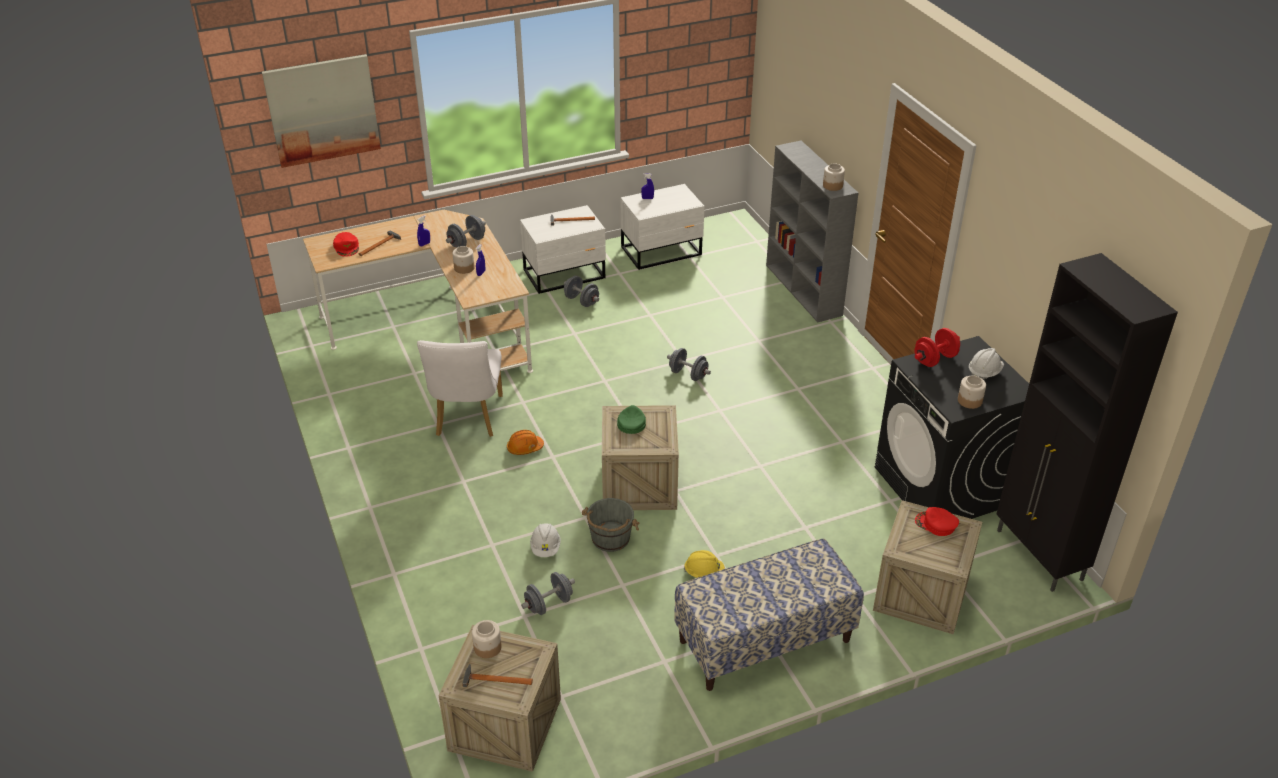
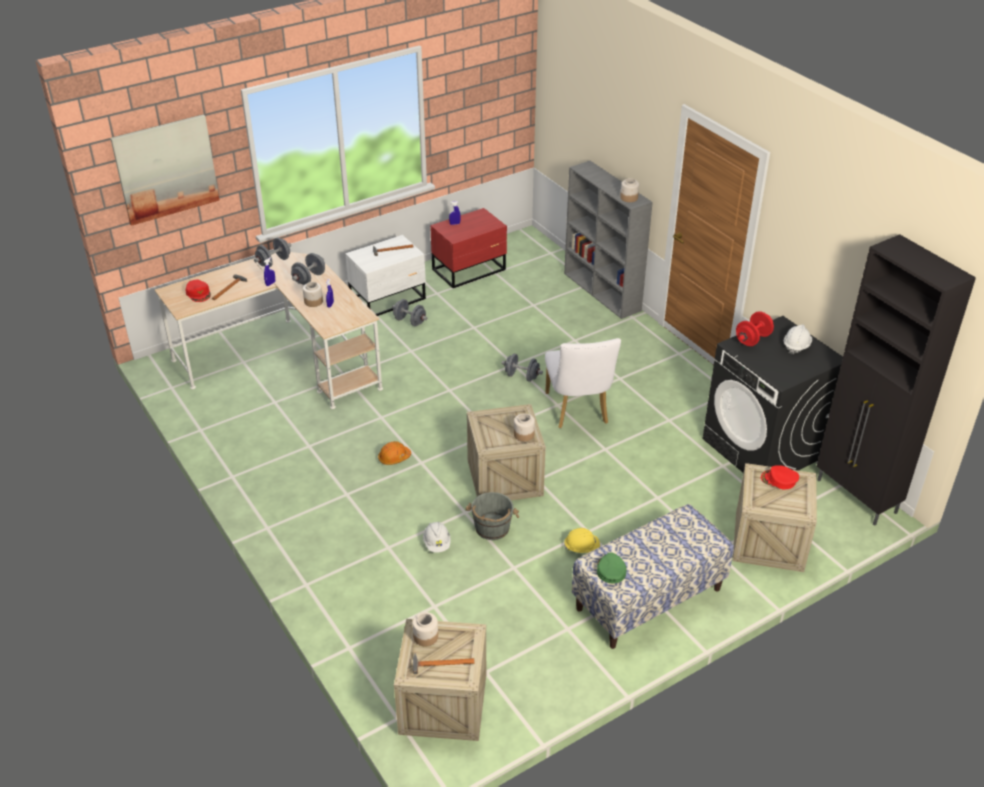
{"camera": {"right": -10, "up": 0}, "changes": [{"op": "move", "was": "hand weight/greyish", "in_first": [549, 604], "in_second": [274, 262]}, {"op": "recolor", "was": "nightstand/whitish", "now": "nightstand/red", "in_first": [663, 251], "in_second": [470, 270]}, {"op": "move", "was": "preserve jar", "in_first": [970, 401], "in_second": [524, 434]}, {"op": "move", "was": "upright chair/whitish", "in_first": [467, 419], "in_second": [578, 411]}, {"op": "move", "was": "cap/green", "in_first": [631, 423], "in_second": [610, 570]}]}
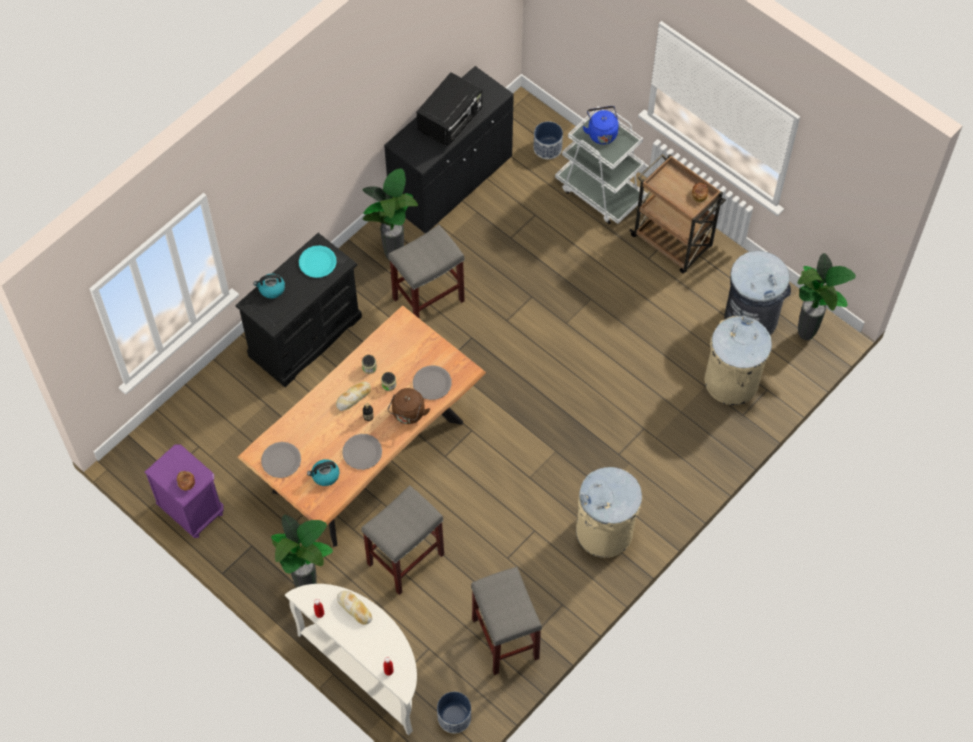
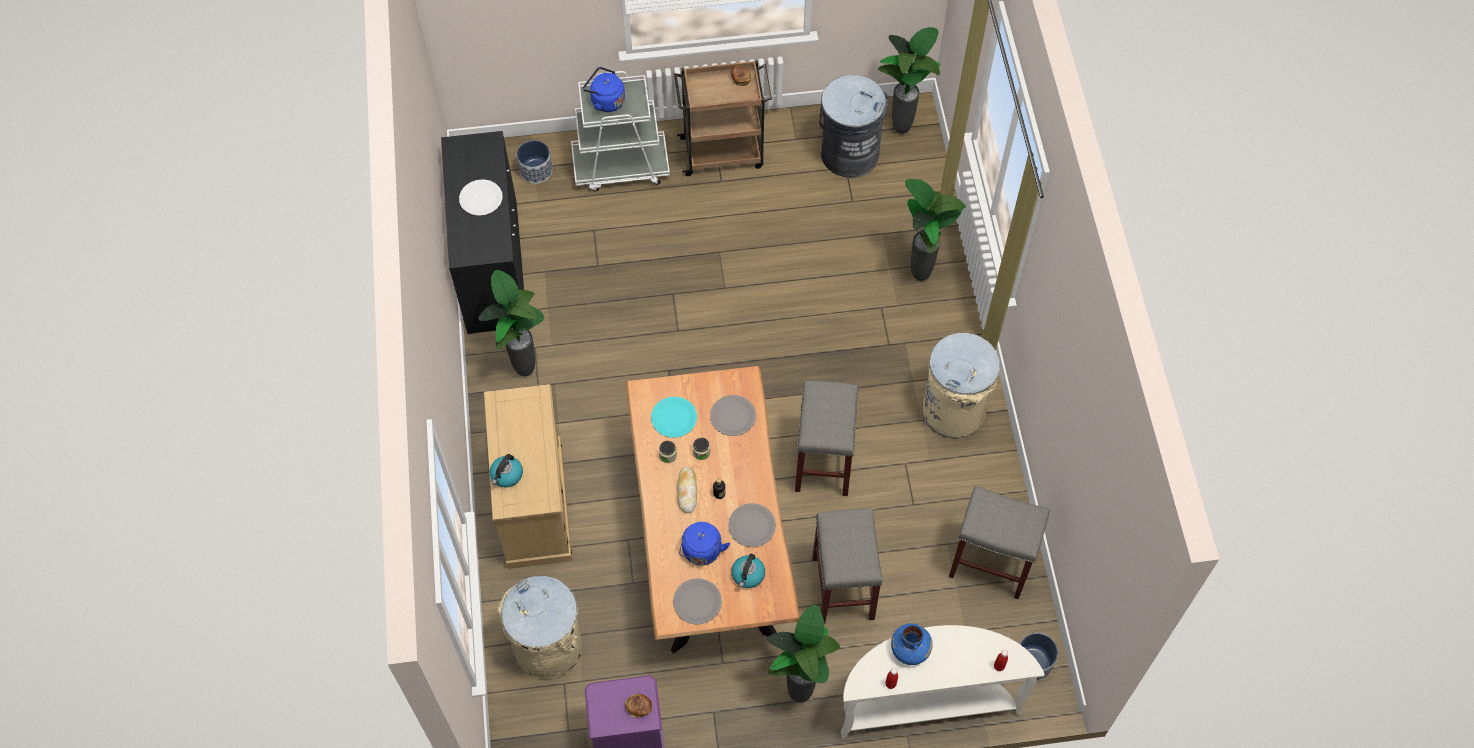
{"camera": {"right": -50, "up": 0}, "changes": [{"op": "replace", "was": "kitchen microwave/black-coloured", "now": "plate/whitish", "in_first": [451, 121], "in_second": [480, 198]}, {"op": "recolor", "was": "drawer chest/black-coloured", "now": "drawer chest/sand-coloured", "in_first": [305, 336], "in_second": [535, 504]}, {"op": "move", "was": "trash can/sand-coloured", "in_first": [731, 381], "in_second": [547, 647]}, {"op": "move", "was": "plate/turquoise-coloured", "in_first": [317, 262], "in_second": [674, 418]}, {"op": "insert", "now": "tea kettle/blue-coloured", "in_second": [702, 552]}, {"op": "move", "was": "sitting stool/greyish", "in_first": [428, 300], "in_second": [824, 463]}, {"op": "replace", "was": "bread", "now": "flower vase/blue-coloured", "in_first": [354, 608], "in_second": [910, 649]}, {"op": "insert", "now": "potted plant", "in_second": [919, 274]}, {"op": "delete", "was": "tea kettle/brown", "in_first": [408, 414]}]}
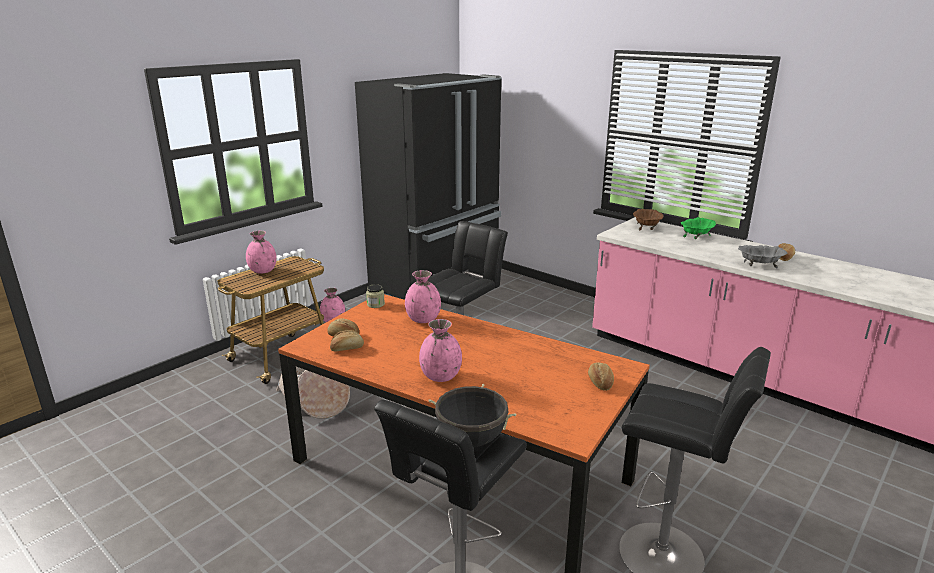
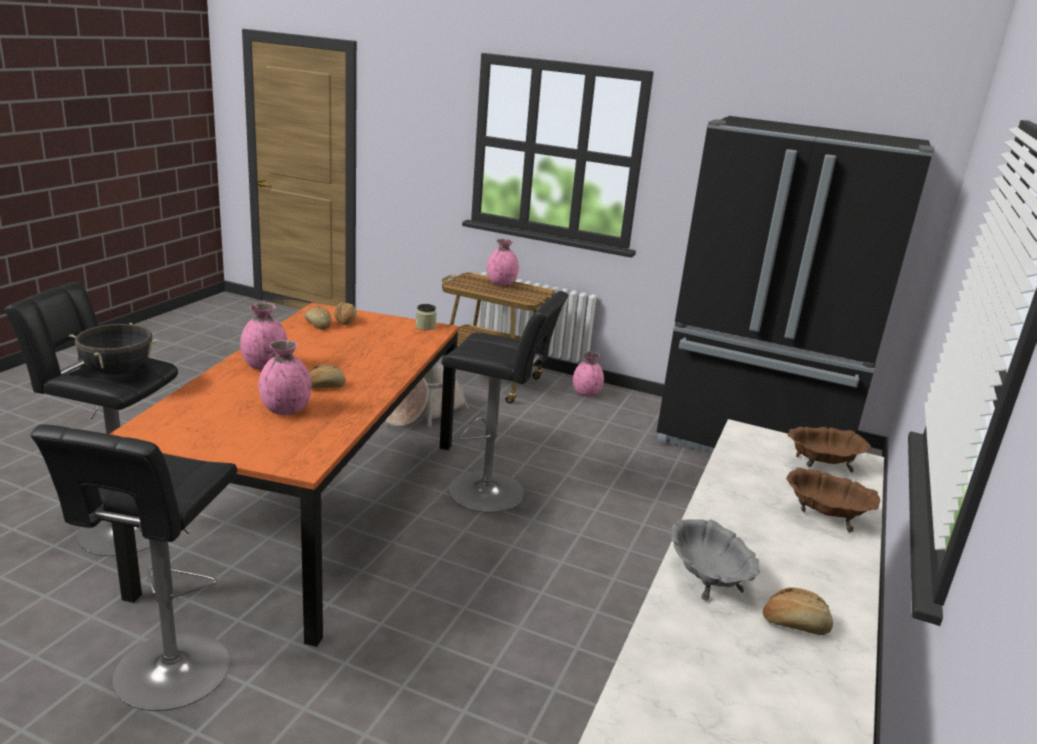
{"camera": {"right": 70, "up": 0}, "changes": [{"op": "move", "was": "flower vase/pinkish", "in_first": [423, 319], "in_second": [286, 410]}, {"op": "move", "was": "bread", "in_first": [600, 383], "in_second": [324, 386]}, {"op": "recolor", "was": "bowl/green", "now": "bowl/brown", "in_first": [696, 237], "in_second": [825, 516]}]}
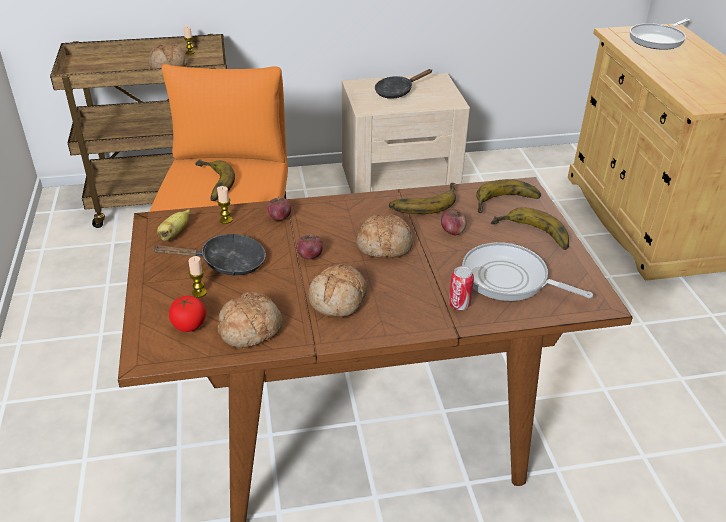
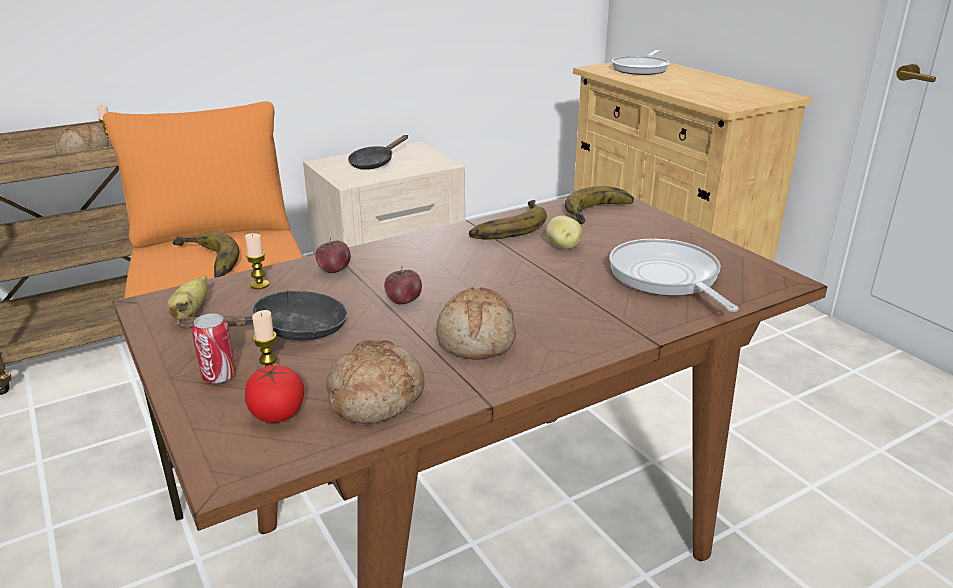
{"camera": {"right": -20, "up": -10}, "changes": [{"op": "move", "was": "metal can", "in_first": [459, 304], "in_second": [219, 376]}, {"op": "replace", "was": "whole apple", "now": "whole potato", "in_first": [452, 231], "in_second": [563, 246]}, {"op": "rotate", "was": "pan", "in_first": [509, 279], "in_second": [666, 278], "clockwise": 60}, {"op": "delete", "was": "bread", "in_first": [385, 245]}, {"op": "delete", "was": "whole banana", "in_first": [531, 236]}]}
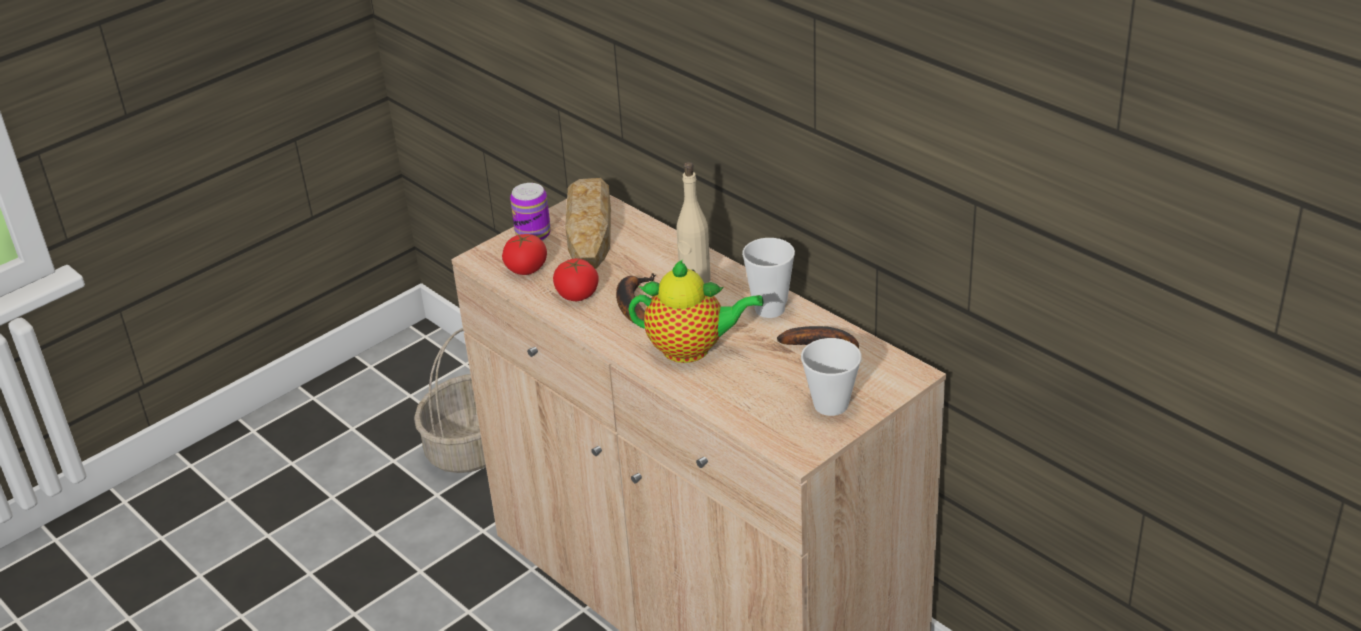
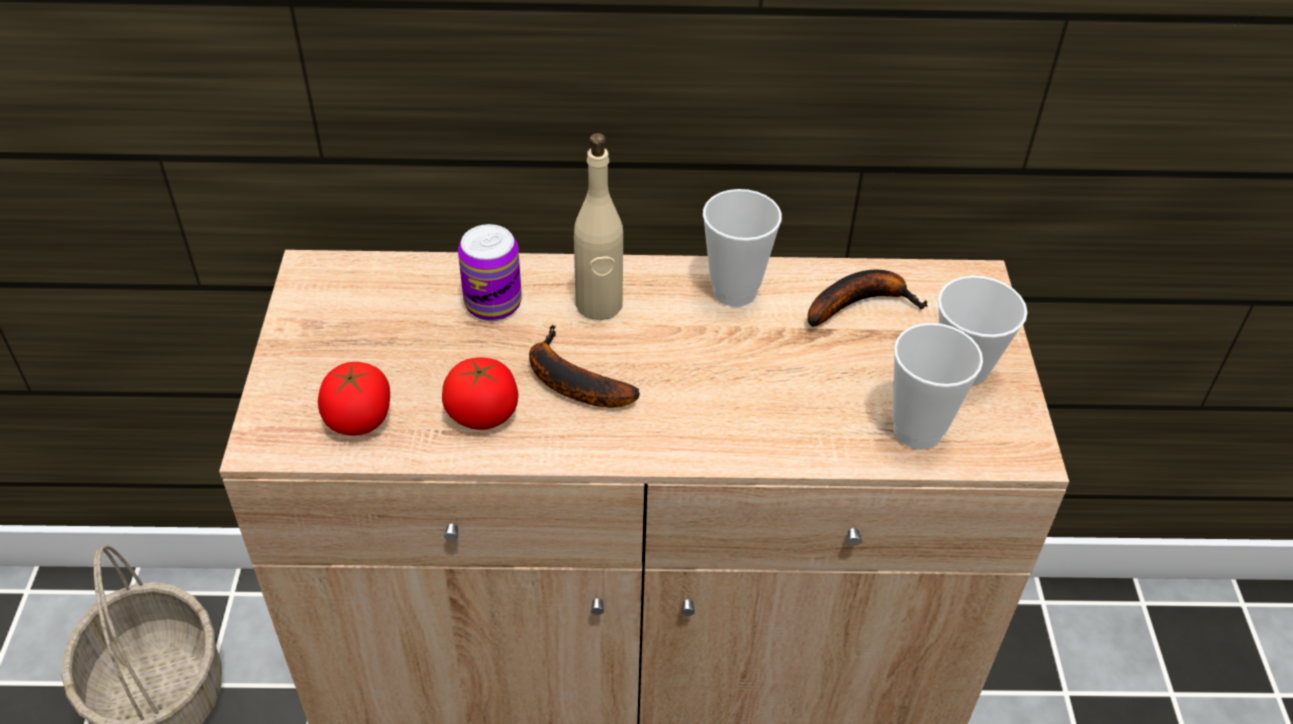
{"camera": {"right": -50, "up": 10}, "changes": [{"op": "move", "was": "metal can", "in_first": [533, 234], "in_second": [493, 303]}, {"op": "insert", "now": "cup", "in_second": [917, 431]}, {"op": "delete", "was": "bread", "in_first": [589, 230]}, {"op": "delete", "was": "teapot", "in_first": [691, 349]}]}
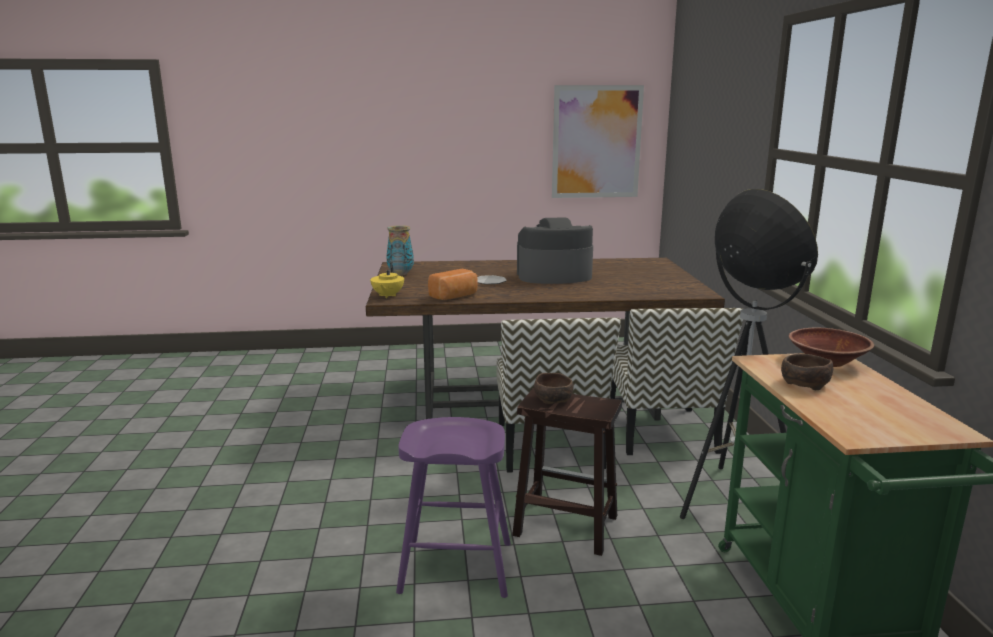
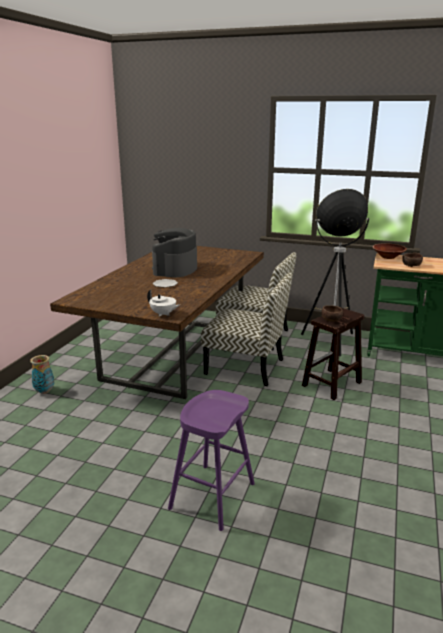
{"camera": {"right": -65, "up": 5}, "changes": [{"op": "move", "was": "flower vase", "in_first": [400, 274], "in_second": [45, 391]}, {"op": "recolor", "was": "teapot/yellow", "now": "teapot/whitish", "in_first": [387, 296], "in_second": [163, 314]}, {"op": "move", "was": "sitting stool/purple-coloured", "in_first": [455, 567], "in_second": [212, 496]}, {"op": "delete", "was": "bread", "in_first": [455, 296]}, {"op": "delete", "was": "wall picture", "in_first": [596, 142]}]}
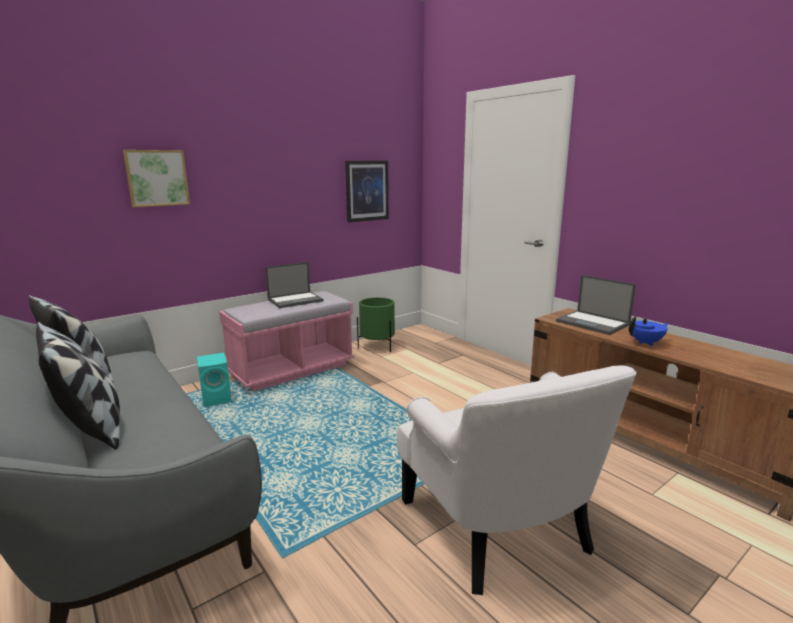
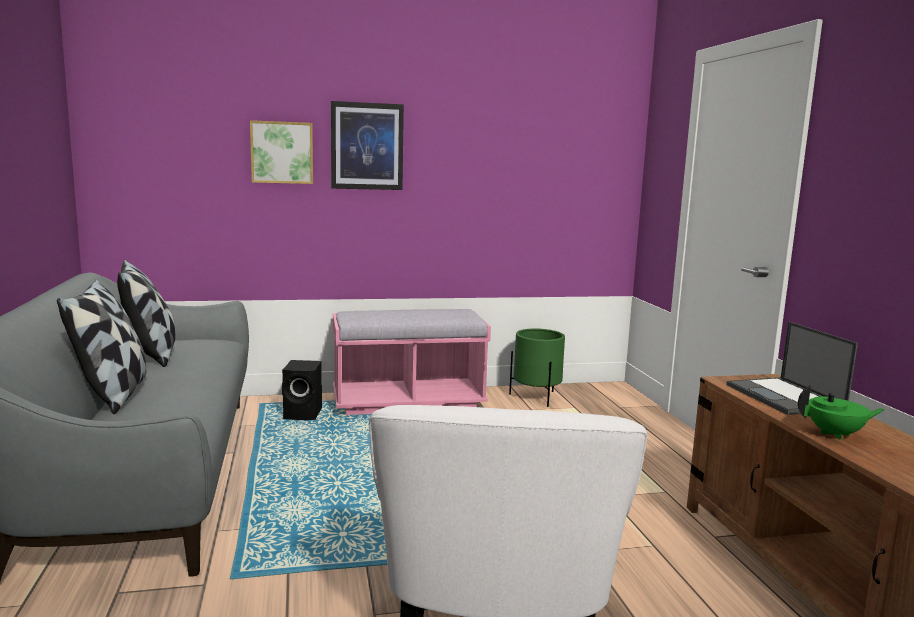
{"camera": {"right": 25, "up": -5}, "changes": [{"op": "recolor", "was": "speaker/turquoise-coloured", "now": "speaker/black-coloured", "in_first": [218, 398], "in_second": [304, 414]}, {"op": "move", "was": "wall picture", "in_first": [367, 191], "in_second": [367, 146]}, {"op": "recolor", "was": "teapot/blue-coloured", "now": "teapot/green", "in_first": [646, 342], "in_second": [835, 434]}, {"op": "delete", "was": "laptop", "in_first": [296, 300]}]}
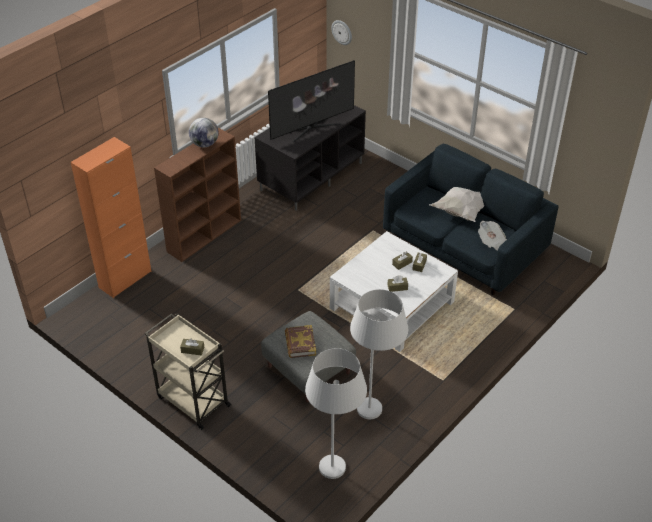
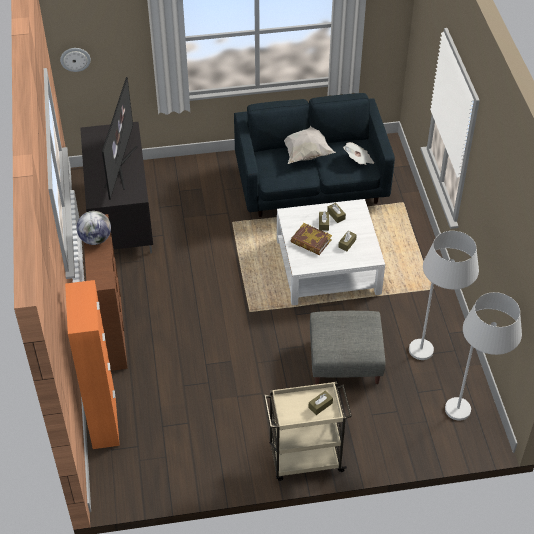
{"camera": {"right": -50, "up": 5}, "changes": [{"op": "move", "was": "volume", "in_first": [300, 344], "in_second": [311, 242]}]}
